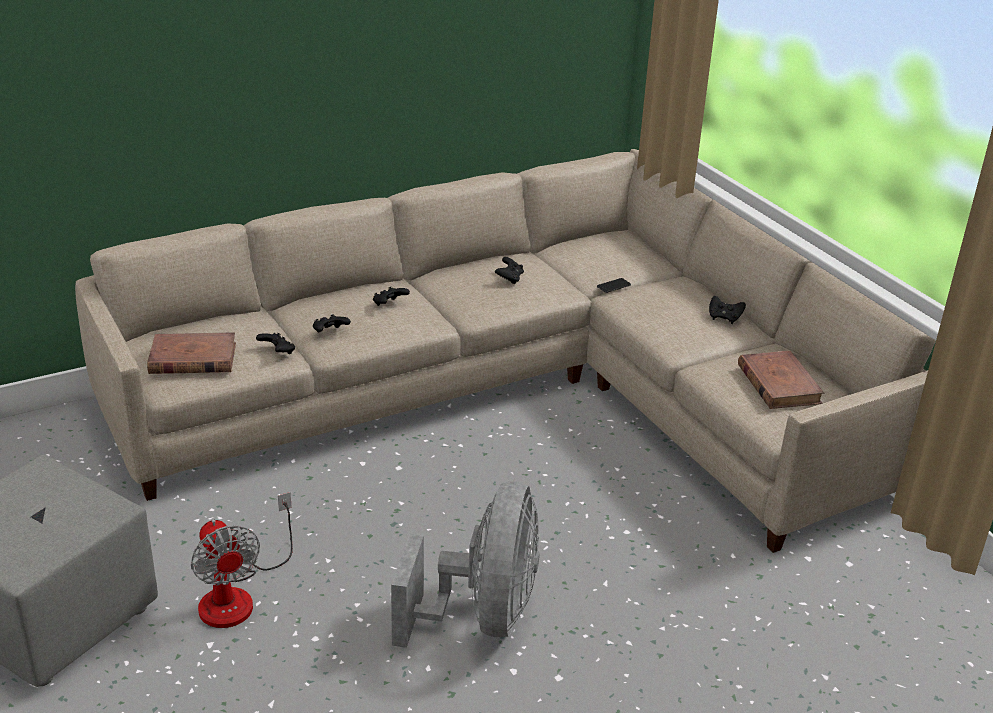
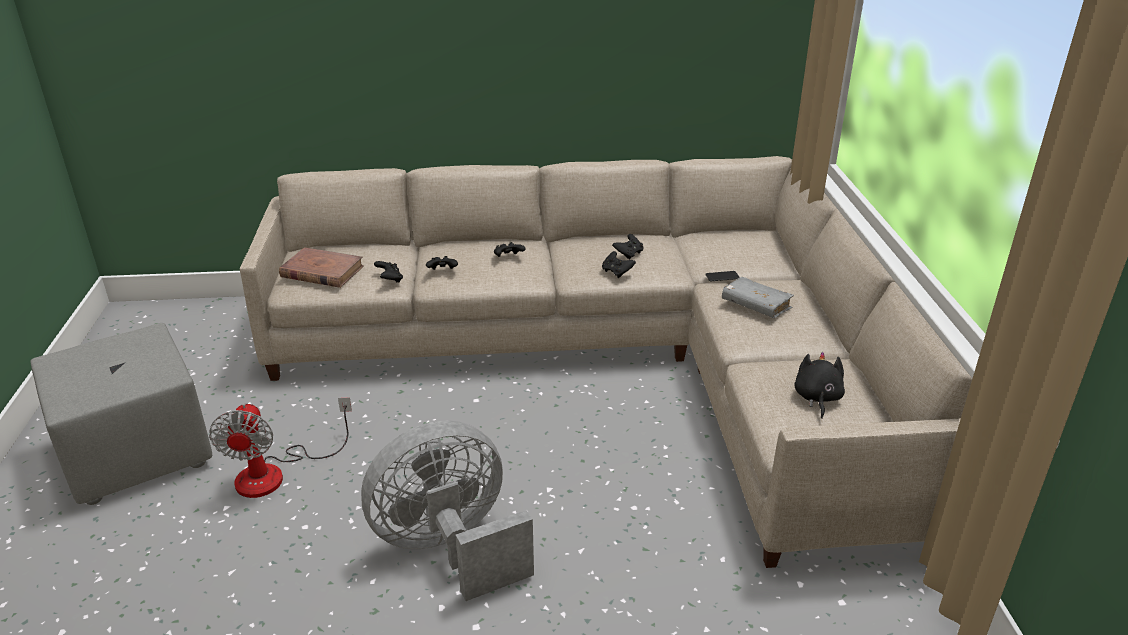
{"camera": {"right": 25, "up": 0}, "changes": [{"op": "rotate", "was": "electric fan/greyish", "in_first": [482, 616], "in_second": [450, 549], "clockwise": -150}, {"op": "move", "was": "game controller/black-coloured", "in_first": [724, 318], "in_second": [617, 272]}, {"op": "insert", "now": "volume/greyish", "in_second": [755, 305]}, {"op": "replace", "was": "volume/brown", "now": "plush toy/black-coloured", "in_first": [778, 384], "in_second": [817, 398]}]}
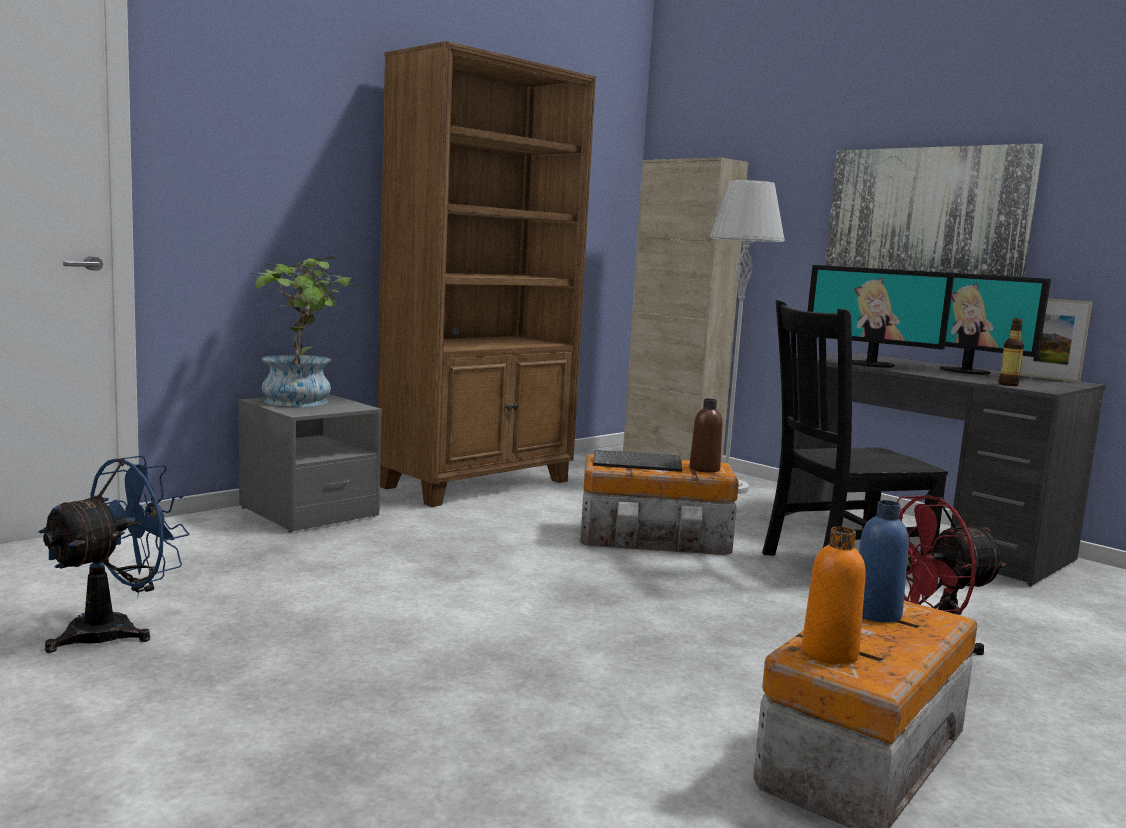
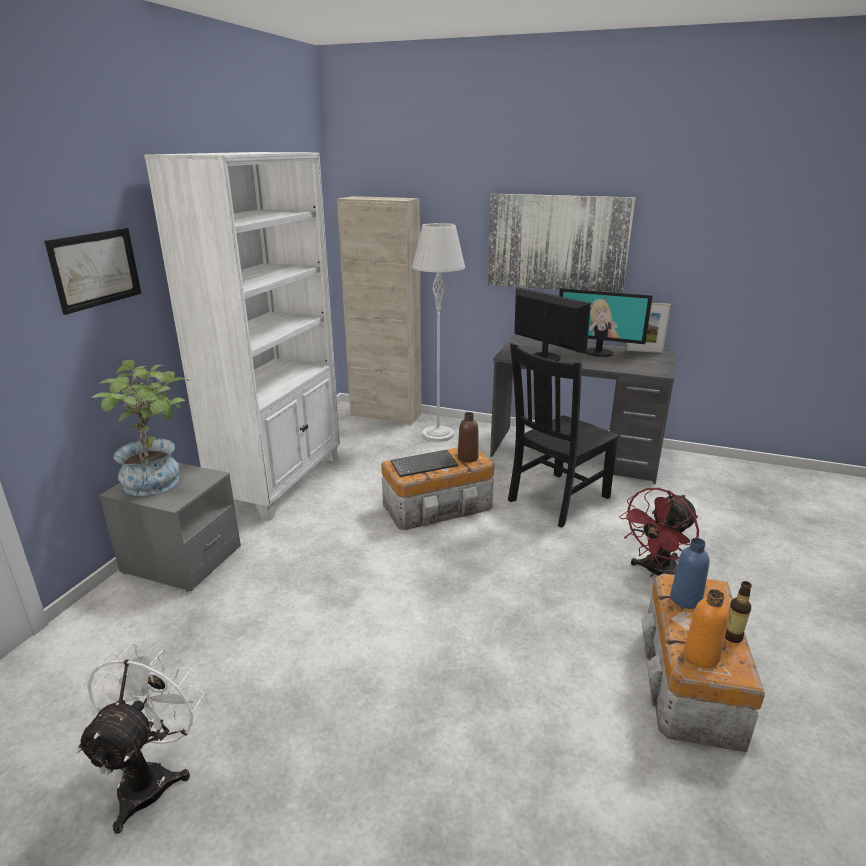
{"camera": {"right": -25, "up": 15}, "changes": [{"op": "insert", "now": "wall picture", "in_second": [96, 269]}, {"op": "recolor", "was": "electric fan/blue-coloured", "now": "electric fan/whitish", "in_first": [116, 630], "in_second": [152, 777]}, {"op": "recolor", "was": "bookcase/brown", "now": "bookcase/whitish", "in_first": [479, 484], "in_second": [280, 481]}, {"op": "rotate", "was": "monitor", "in_first": [871, 364], "in_second": [545, 357], "clockwise": -135}, {"op": "move", "was": "beverage bottle", "in_first": [1008, 384], "in_second": [732, 637]}]}
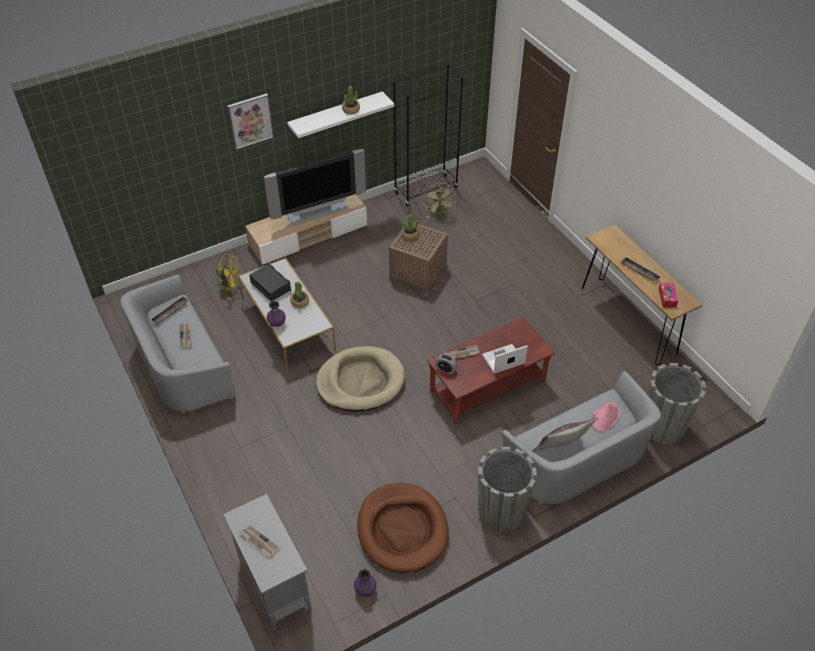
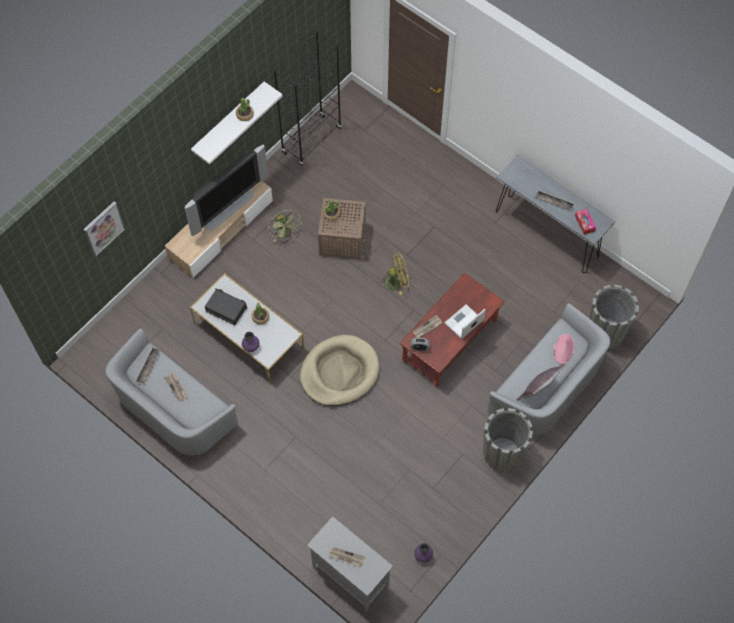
{"camera": {"right": -20, "up": 15}, "changes": [{"op": "move", "was": "wall picture", "in_first": [250, 121], "in_second": [103, 228]}, {"op": "move", "was": "electric fan/green", "in_first": [439, 215], "in_second": [285, 234]}, {"op": "move", "was": "electric fan/yellow", "in_first": [230, 289], "in_second": [396, 282]}, {"op": "recolor", "was": "narrow table/brown", "now": "narrow table/greyish", "in_first": [628, 320], "in_second": [546, 234]}, {"op": "delete", "was": "pet bed/brown", "in_first": [402, 529]}]}
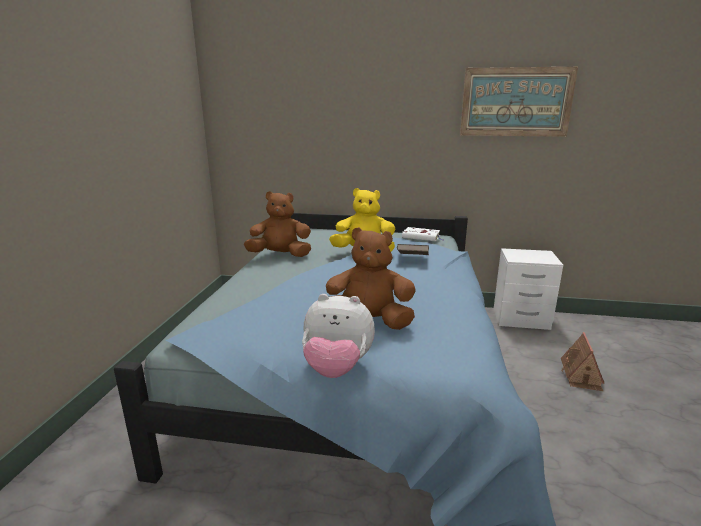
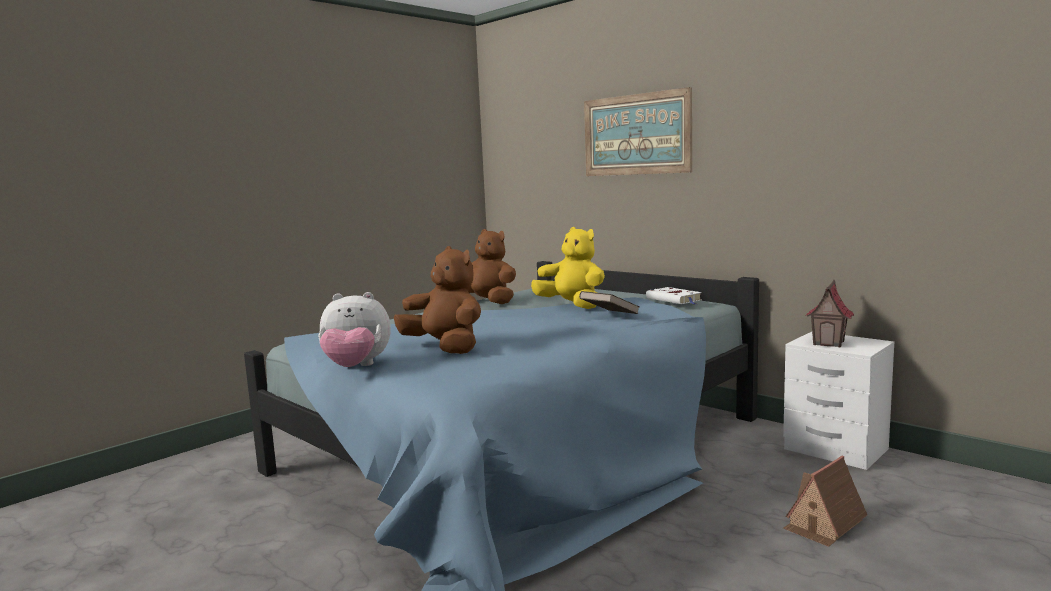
{"camera": {"right": 35, "up": -10}, "changes": [{"op": "rotate", "was": "plush toy", "in_first": [337, 368], "in_second": [356, 367], "clockwise": -45}, {"op": "move", "was": "wall picture", "in_first": [516, 102], "in_second": [636, 134]}, {"op": "insert", "now": "miniature house", "in_second": [829, 343]}]}
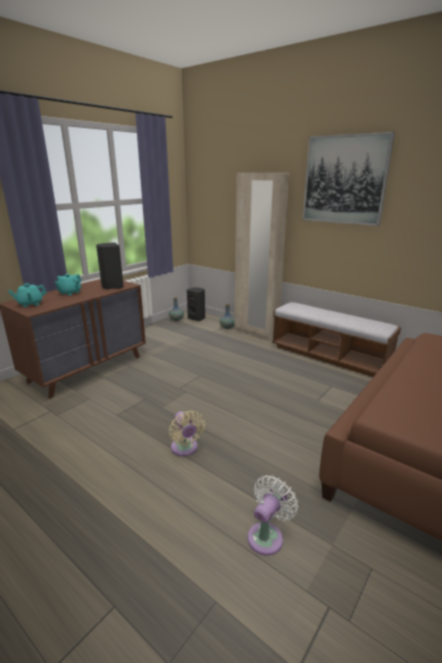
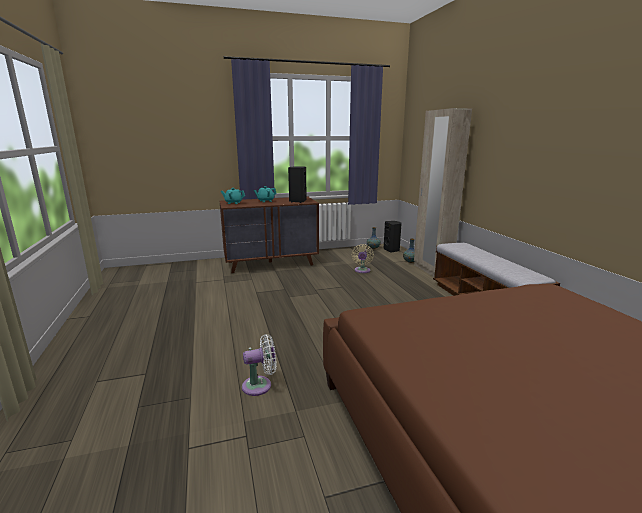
{"camera": {"right": 35, "up": -5}, "changes": [{"op": "move", "was": "electric fan/sand-coloured", "in_first": [185, 449], "in_second": [362, 271]}, {"op": "delete", "was": "wall picture", "in_first": [344, 180]}]}
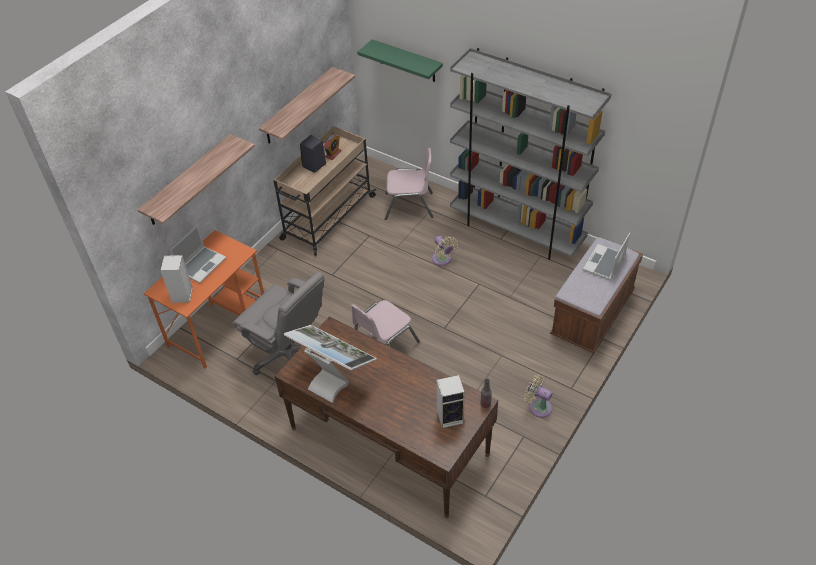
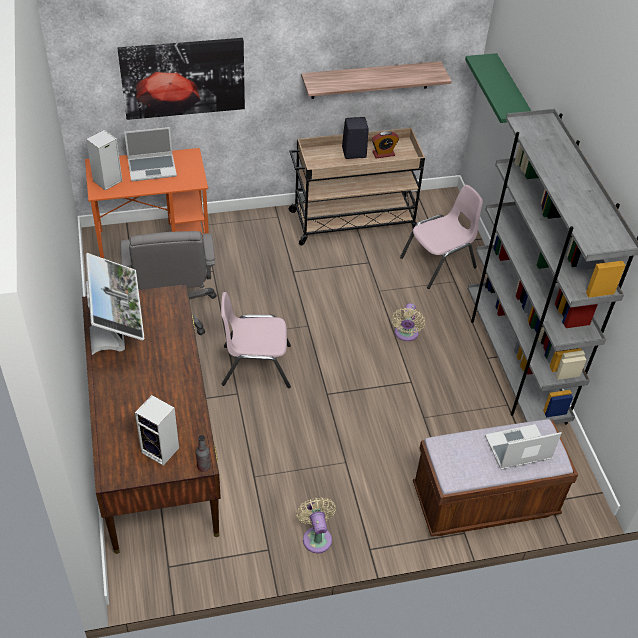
{"camera": {"right": 40, "up": 0}, "changes": [{"op": "replace", "was": "shelf", "now": "wall picture", "in_first": [188, 180], "in_second": [183, 78]}, {"op": "rotate", "was": "upright chair/pinkish", "in_first": [409, 206], "in_second": [439, 263], "clockwise": -75}]}
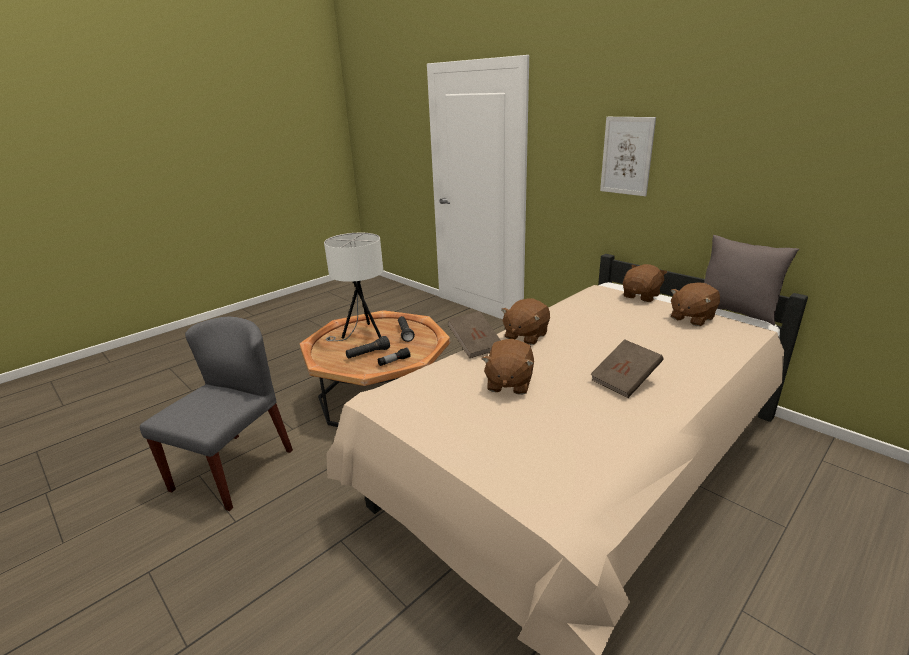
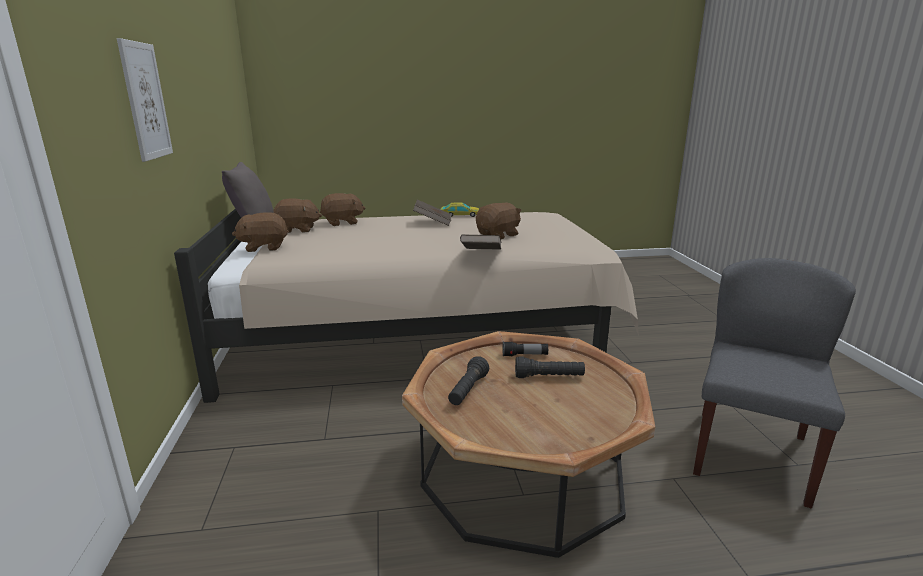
{"camera": {"right": -145, "up": -5}, "changes": [{"op": "move", "was": "plush toy/brown", "in_first": [525, 336], "in_second": [342, 223]}, {"op": "insert", "now": "model car", "in_second": [460, 215]}, {"op": "rotate", "was": "upright chair/greyish", "in_first": [233, 469], "in_second": [750, 454], "clockwise": 150}, {"op": "delete", "was": "lamp for a table/whitish", "in_first": [361, 334]}]}
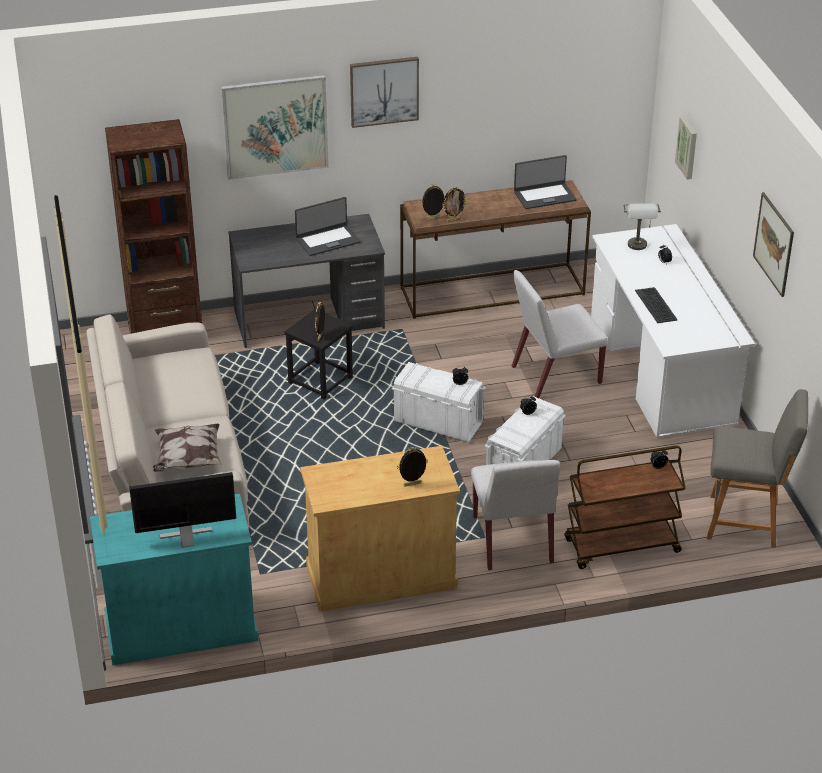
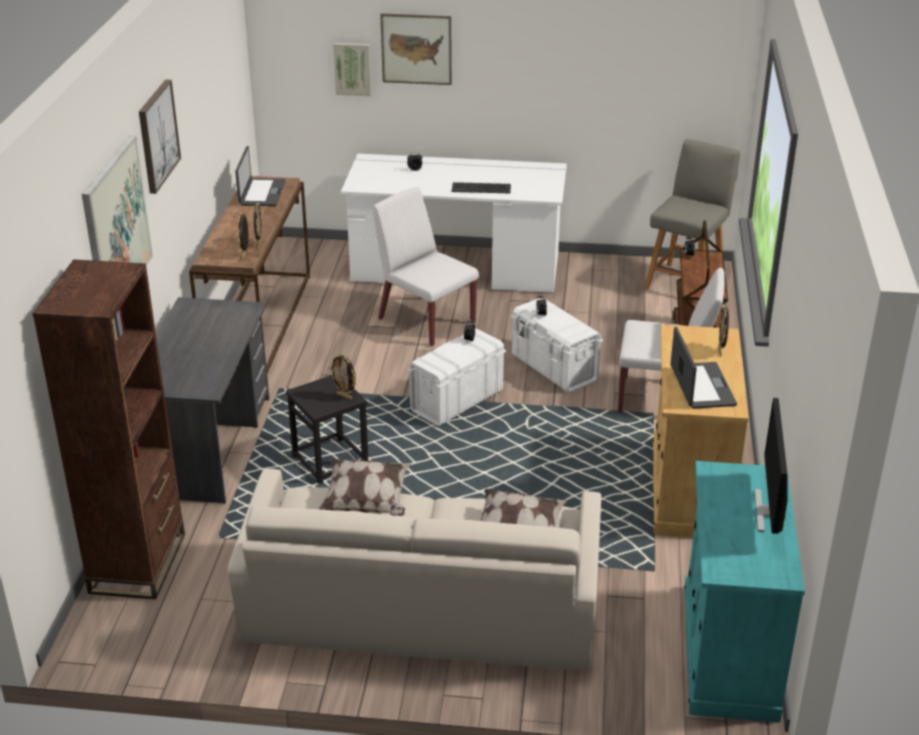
{"camera": {"right": -70, "up": -5}, "changes": [{"op": "insert", "now": "cushion", "in_second": [367, 503]}, {"op": "rotate", "was": "upright chair/whitish", "in_first": [555, 375], "in_second": [425, 320], "clockwise": 135}, {"op": "move", "was": "wall picture", "in_first": [773, 244], "in_second": [416, 49]}, {"op": "move", "was": "laptop", "in_first": [327, 240], "in_second": [701, 386]}, {"op": "delete", "was": "lamp for a table/greyish", "in_first": [638, 248]}]}
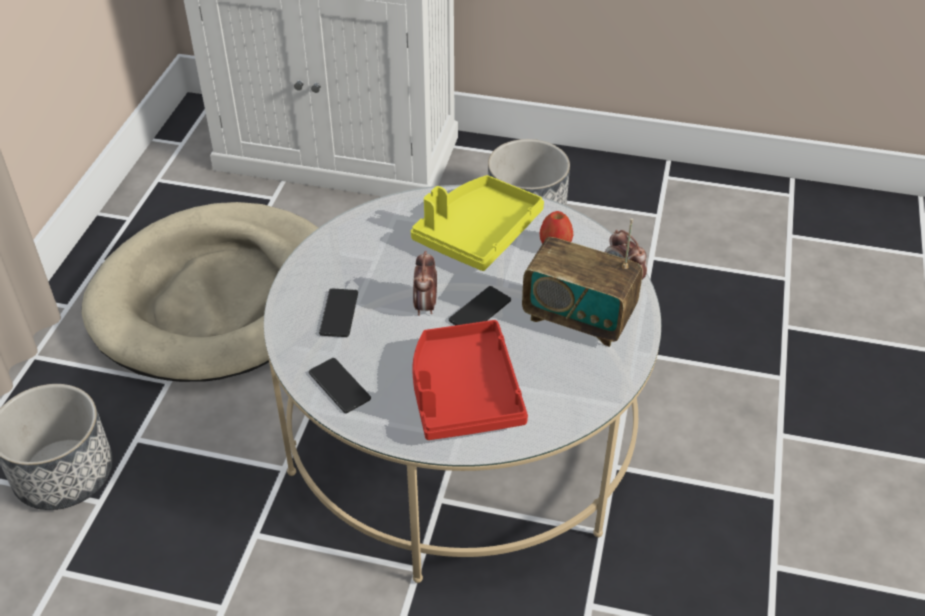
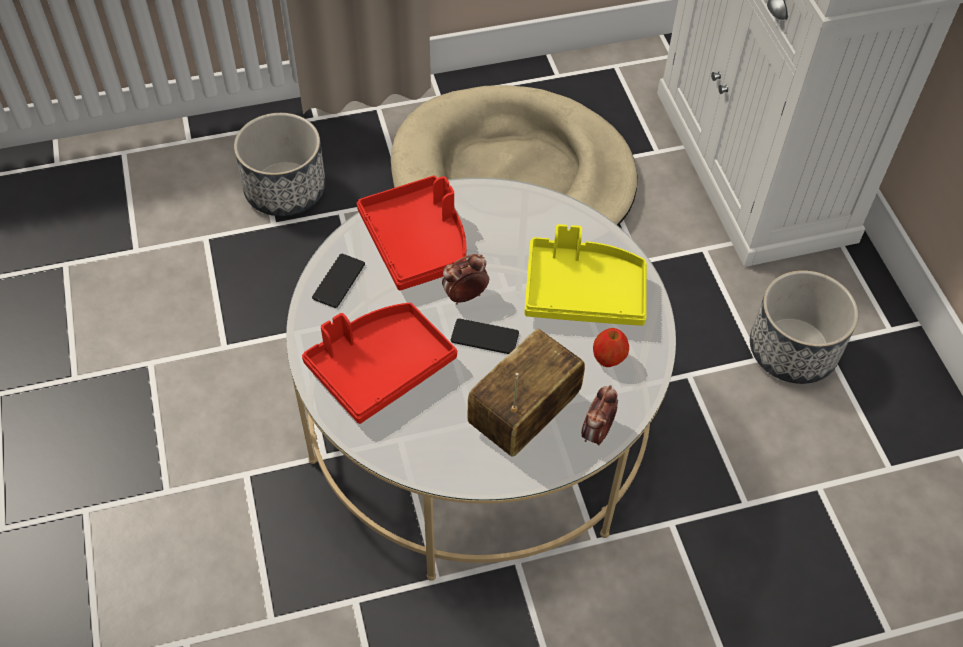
{"camera": {"right": 60, "up": 10}, "changes": [{"op": "replace", "was": "phone", "now": "carrying tray/red", "in_first": [339, 313], "in_second": [418, 242]}, {"op": "rotate", "was": "radio receiver", "in_first": [578, 318], "in_second": [524, 415], "clockwise": 45}]}
